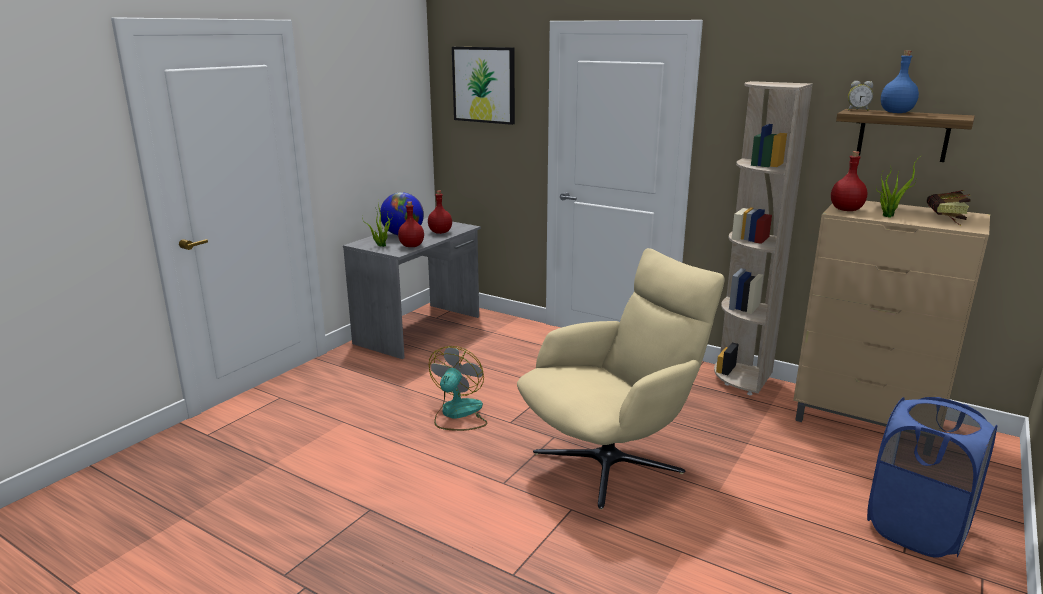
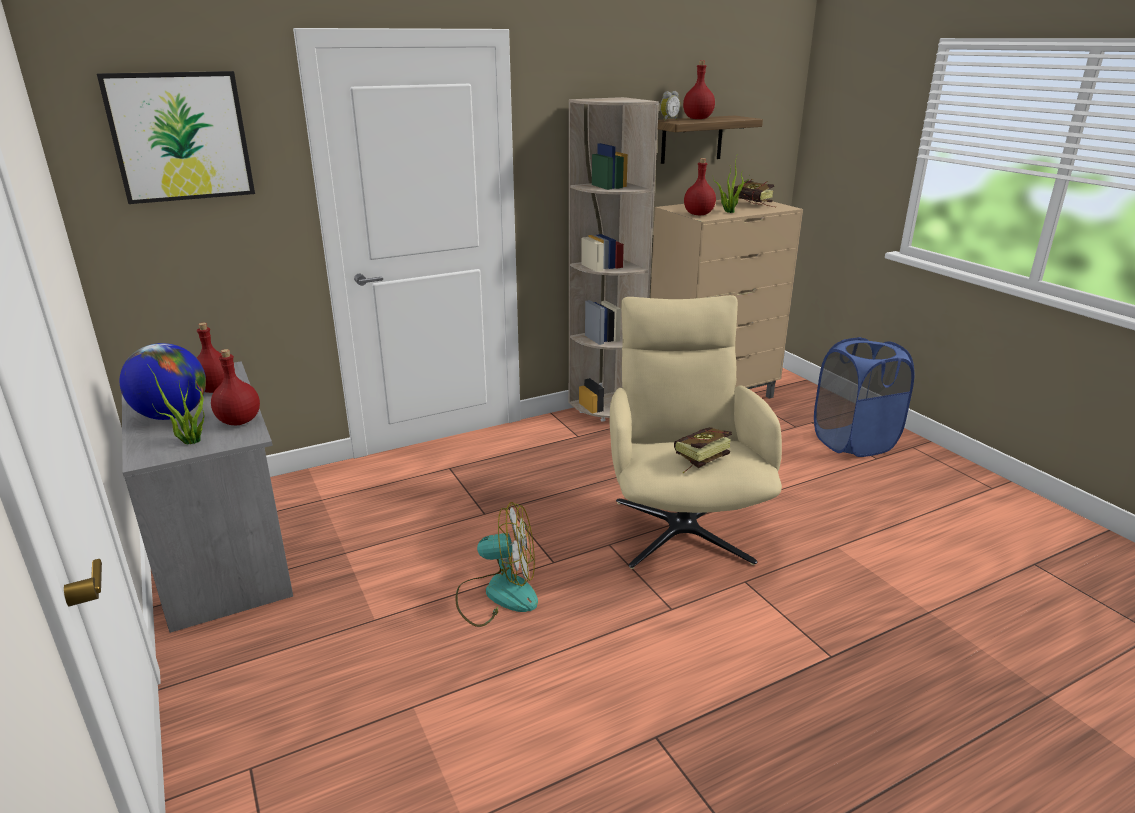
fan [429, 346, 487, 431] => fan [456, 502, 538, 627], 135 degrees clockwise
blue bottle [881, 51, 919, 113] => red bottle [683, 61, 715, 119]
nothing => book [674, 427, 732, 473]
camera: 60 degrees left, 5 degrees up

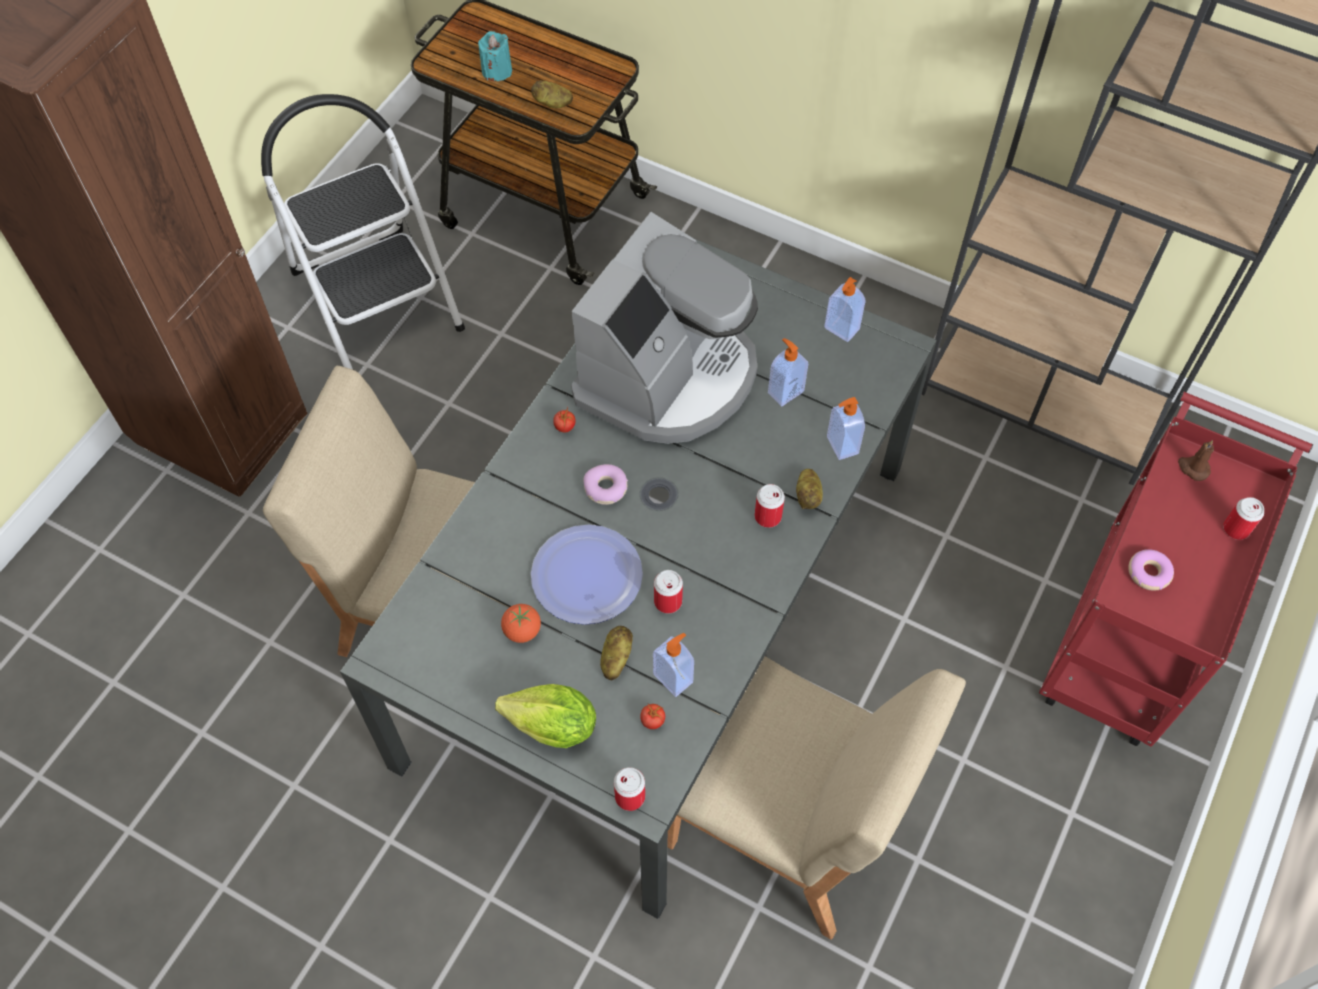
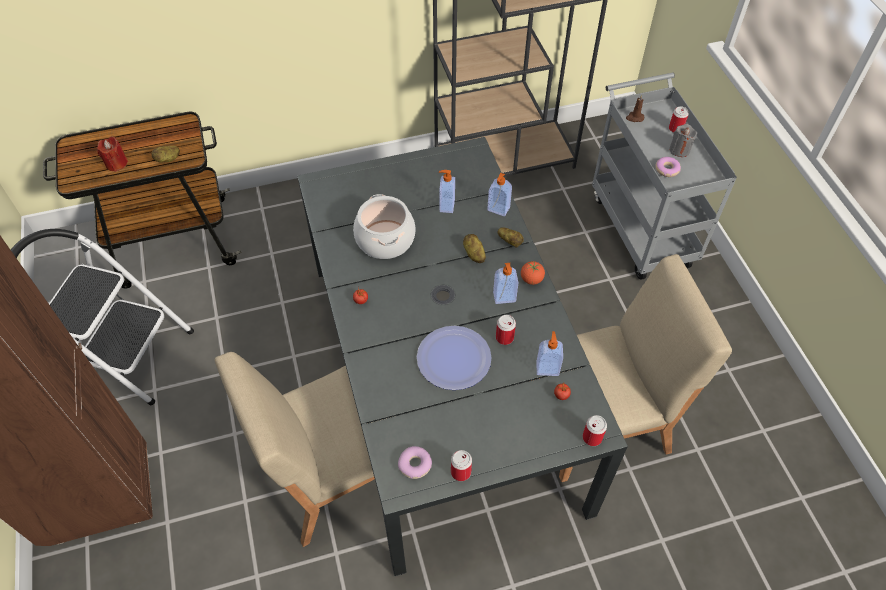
turquoise candle [478, 31, 512, 81] => red candle [97, 136, 128, 172]
lettuce [495, 684, 596, 748] => nothing
tomato [501, 604, 541, 643] => tomato [521, 261, 545, 285], moved
coffee machine [571, 212, 758, 444] => cooking pot [353, 194, 415, 259]
donut [584, 464, 628, 505] => donut [398, 446, 432, 479], moved
potato [600, 626, 633, 680] => potato [463, 234, 486, 263], moved
can [754, 484, 785, 528] => can [451, 450, 472, 481], moved
soap dispenser [824, 277, 866, 342] => soap dispenser [493, 263, 518, 304], moved
red cart [1039, 391, 1313, 747] => grey cart [592, 72, 737, 280]
nothing => grey candle [669, 124, 697, 157]
camera: 45 degrees left, 5 degrees down

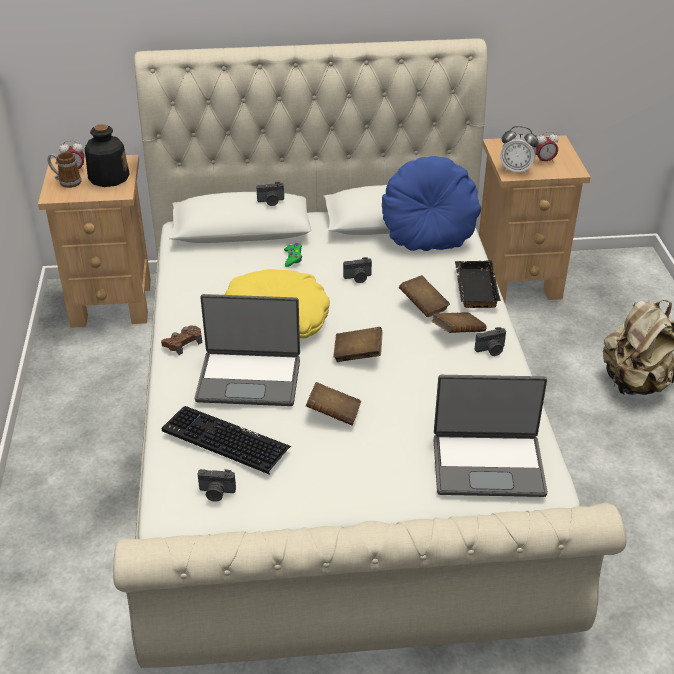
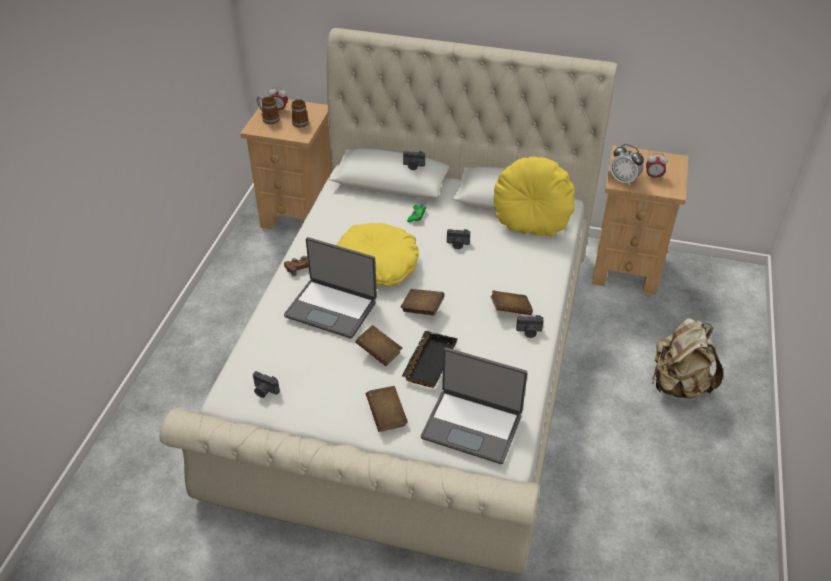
bottle [85, 124, 130, 187] => mug [292, 96, 309, 127]
keyboard [162, 406, 292, 475] => nothing
blue pillow [382, 156, 481, 251] => yellow pillow [494, 157, 575, 236]
brown book [399, 275, 450, 317] => brown book [366, 386, 408, 432], moved
black tray [455, 260, 501, 308] => black tray [402, 331, 458, 388], moved
camera: 20 degrees right, 5 degrees up

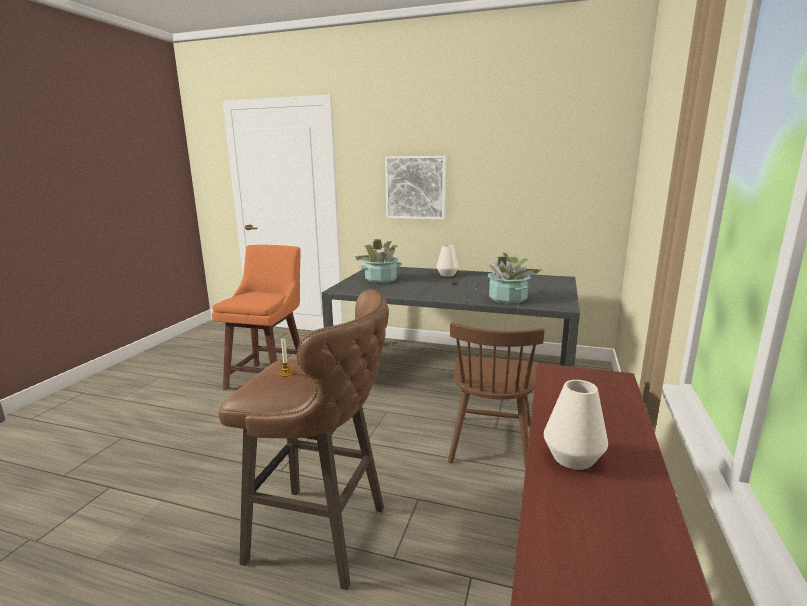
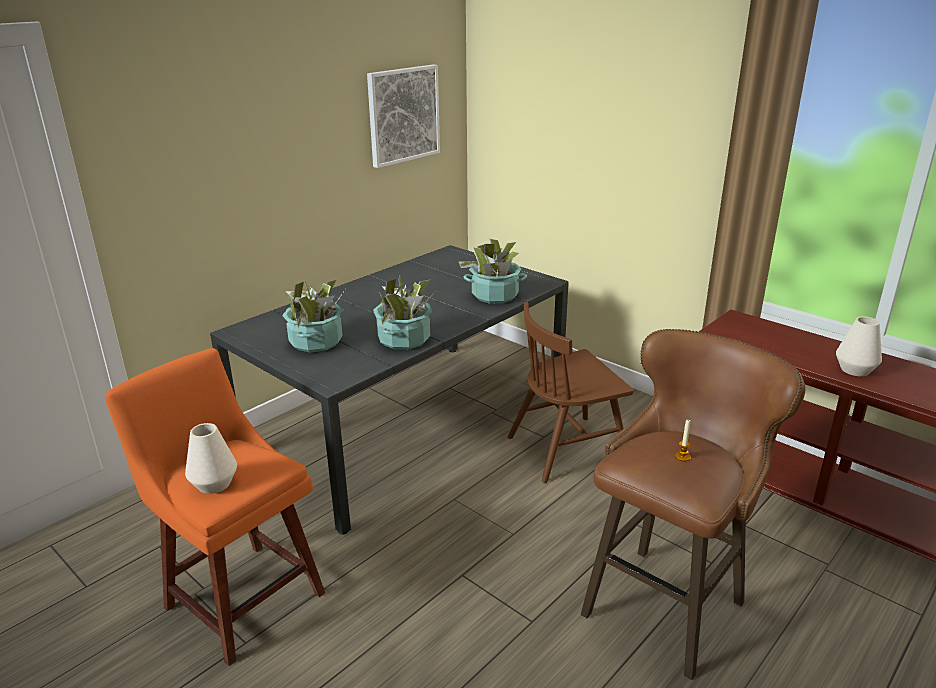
picture [385, 156, 446, 220] => picture [367, 64, 440, 168], moved
white vase [436, 245, 459, 277] => white vase [185, 423, 237, 494], moved
brown chair [448, 322, 544, 468] => brown chair [508, 302, 634, 483], 120 degrees clockwise
nothing => potted plant [373, 276, 436, 350]
camera: 65 degrees left, 10 degrees up

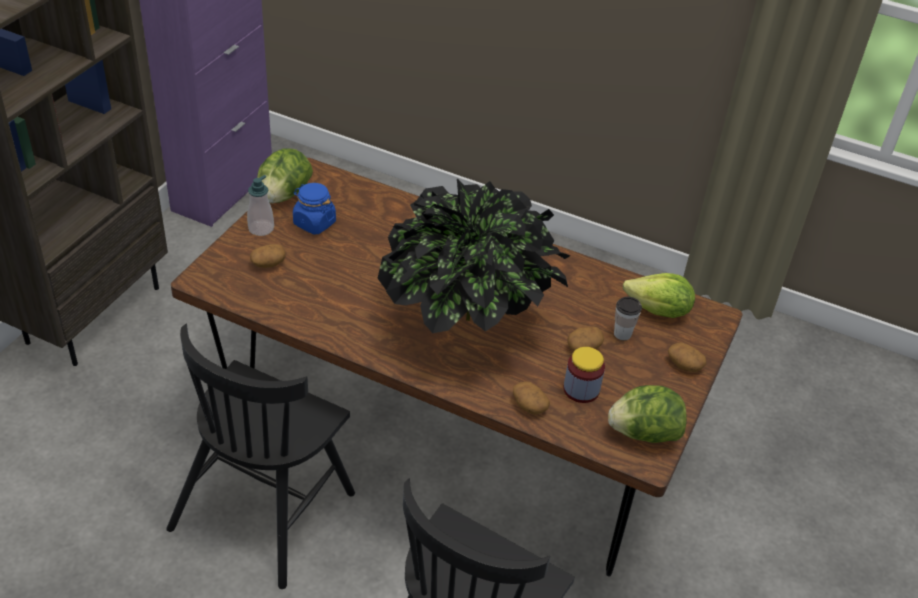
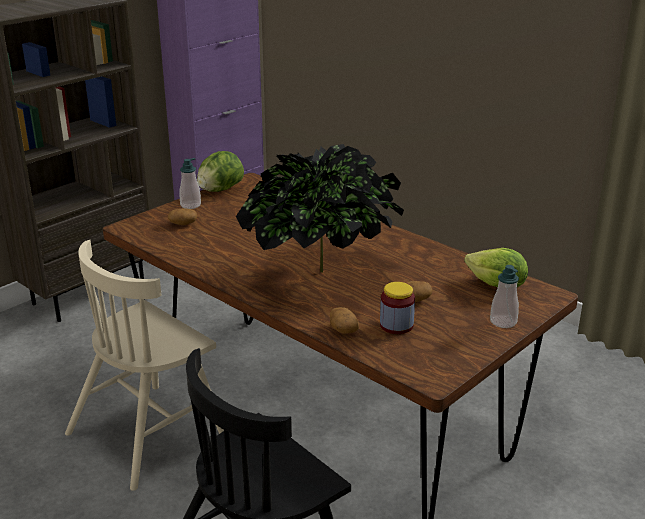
black chair [166, 323, 355, 589] => beige chair [65, 240, 224, 491]
blue jar [293, 183, 336, 234] => nothing
lettuce [608, 385, 687, 443] => nothing
cup [614, 297, 642, 340] => nothing
potato [668, 343, 706, 372] => soap dispenser [490, 265, 519, 328]
camera: 20 degrees right, 15 degrees down

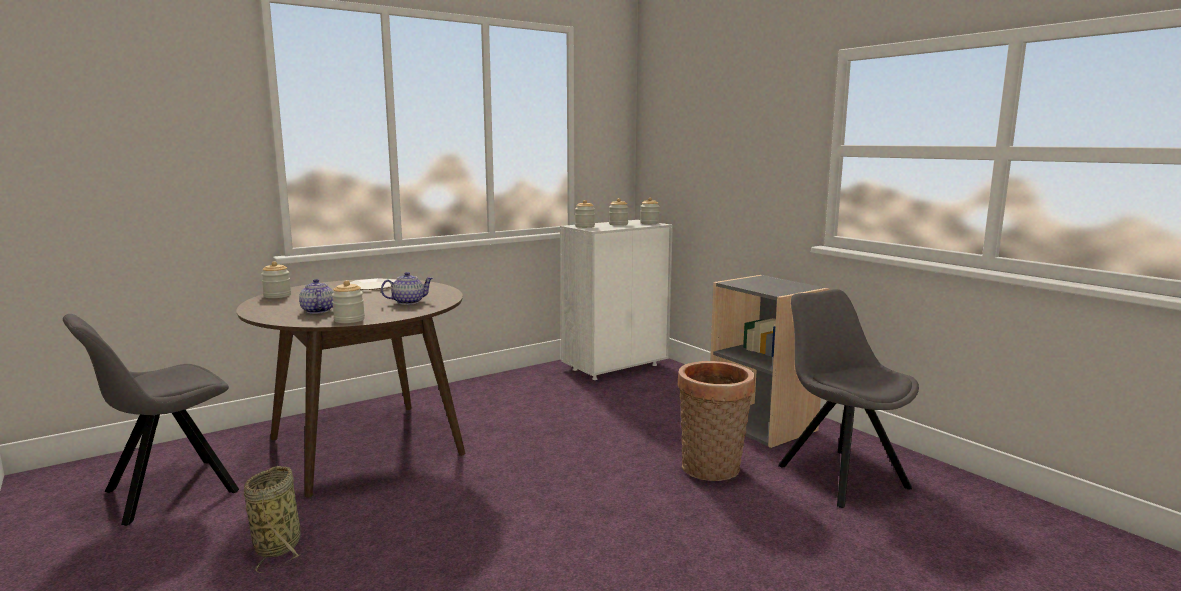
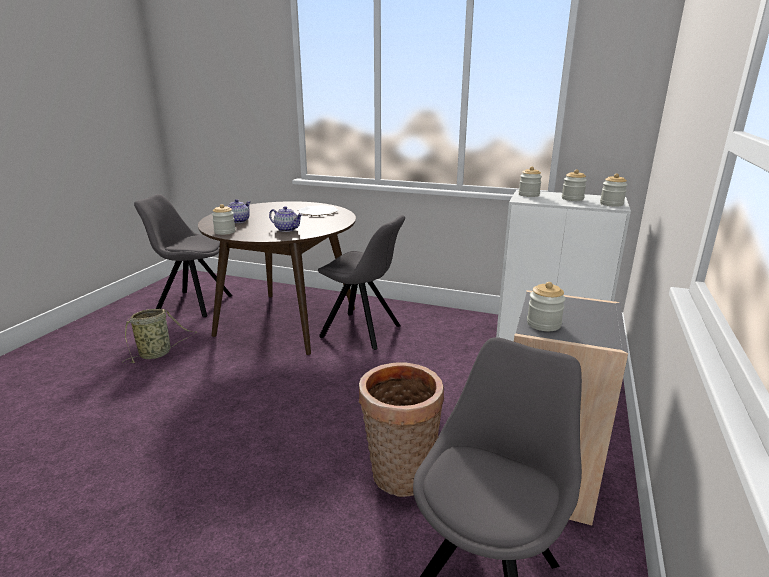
jar [261, 261, 291, 298] => jar [527, 282, 566, 331], moved
nothing => grey chair [318, 215, 405, 350]
camera: 55 degrees right, 10 degrees up

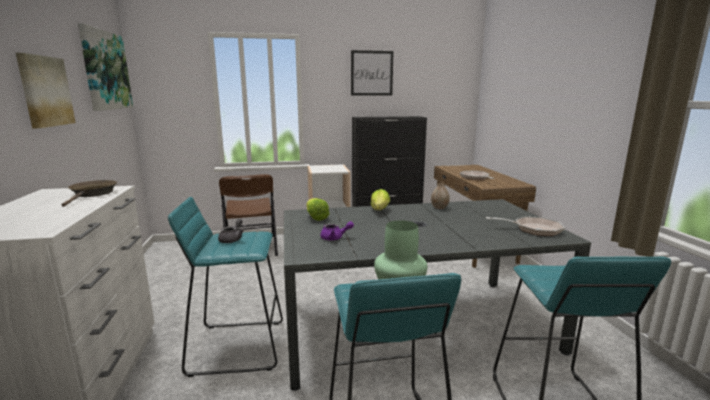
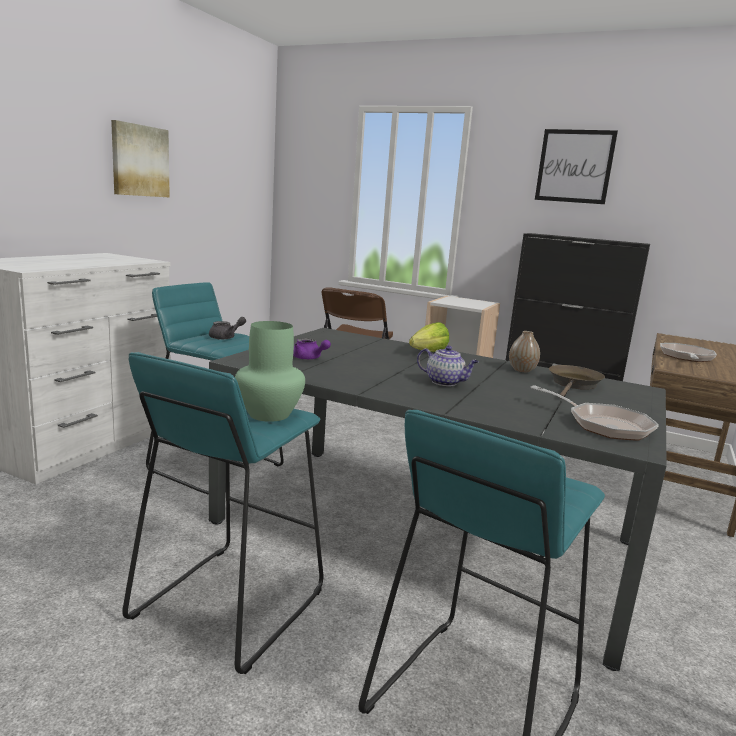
brown frying pan [61, 180, 117, 207] => brown frying pan [549, 365, 605, 399], moved
picture [78, 23, 133, 111] => nothing
lettuce [306, 198, 330, 221] => nothing
nothing => teapot [417, 346, 479, 386]
camera: 35 degrees right, 0 degrees up

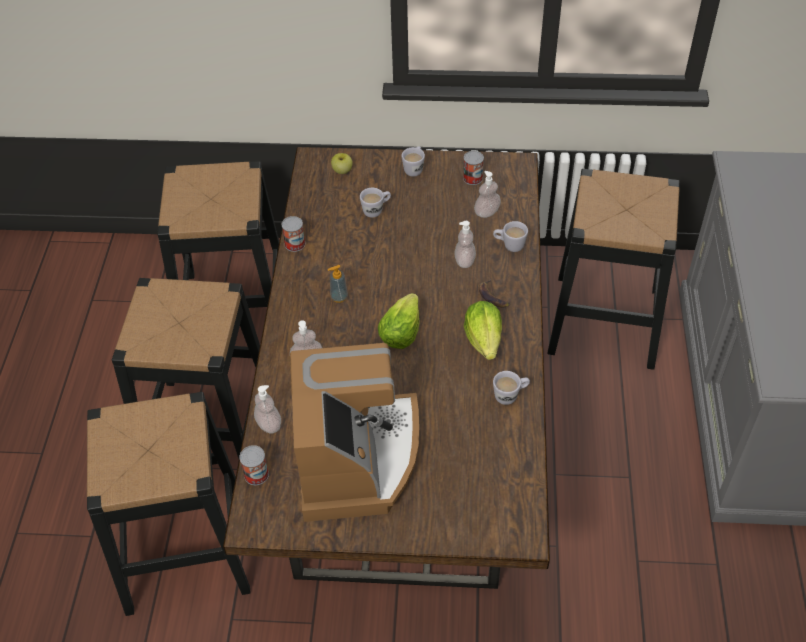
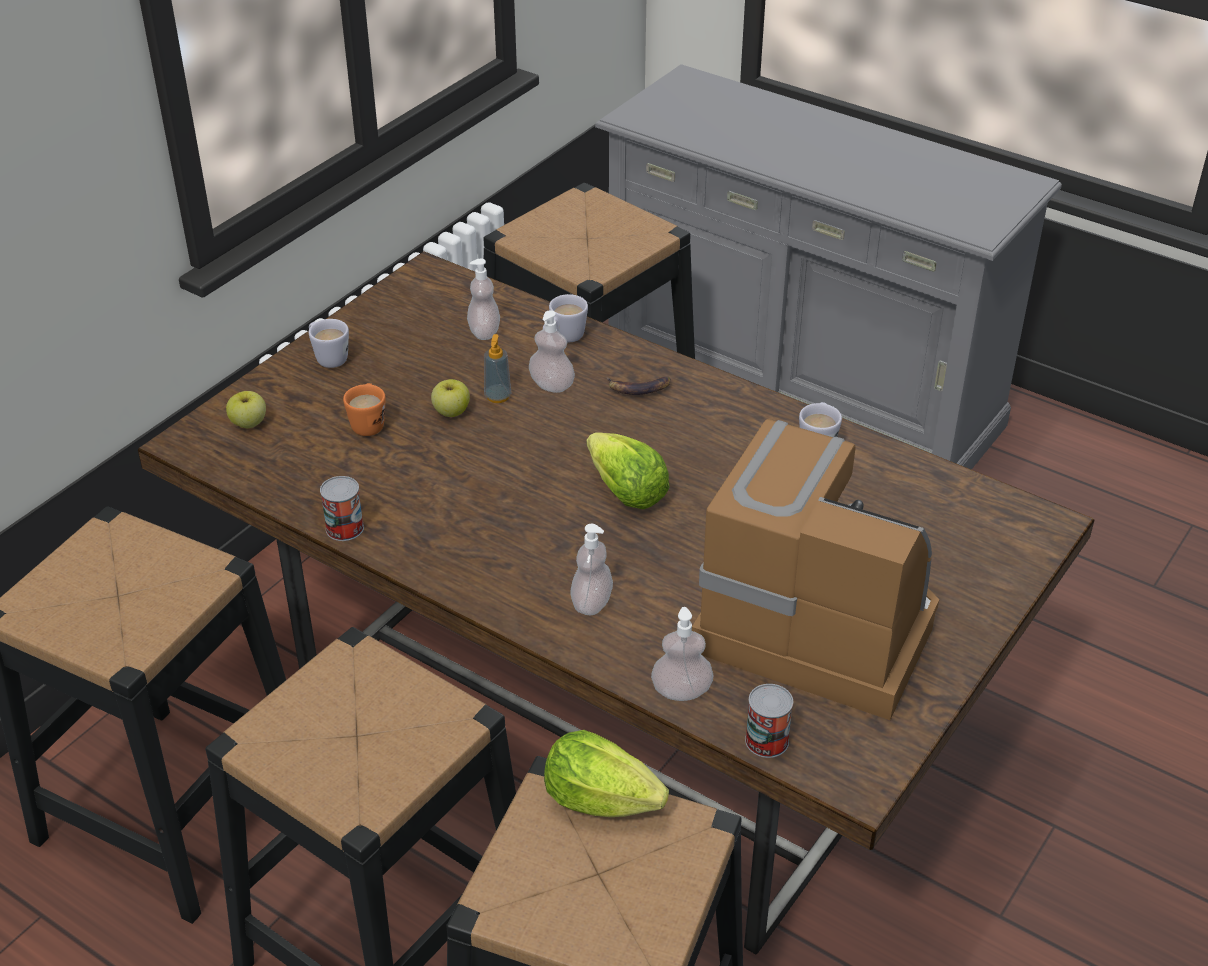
soap dispenser [328, 265, 348, 303] => soap dispenser [484, 334, 511, 403], moved
white mug [360, 188, 391, 218] => orange mug [343, 383, 386, 436]
can [463, 151, 484, 185] => nothing
lettuce [464, 301, 502, 360] => lettuce [544, 730, 669, 817], moved
nothing => apple [431, 379, 470, 417]
camera: 60 degrees left, 10 degrees down

